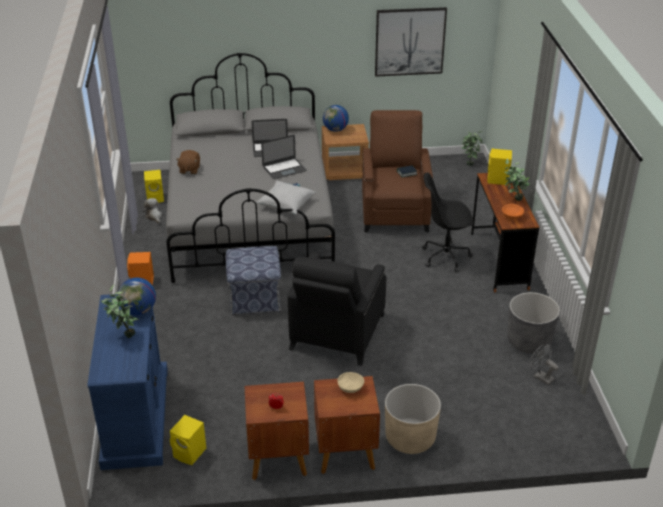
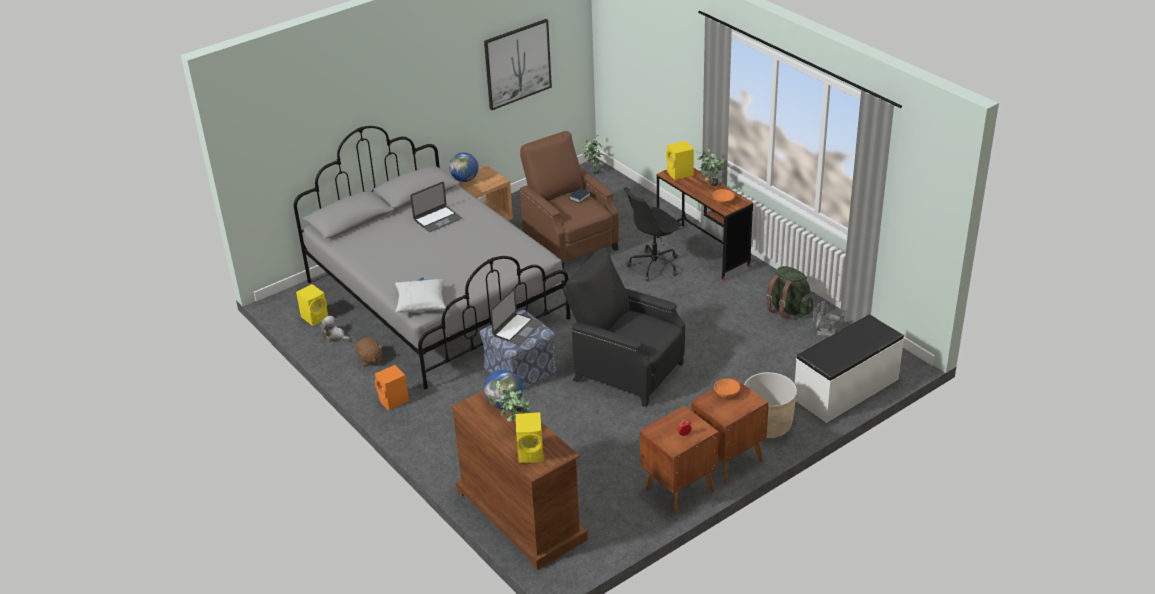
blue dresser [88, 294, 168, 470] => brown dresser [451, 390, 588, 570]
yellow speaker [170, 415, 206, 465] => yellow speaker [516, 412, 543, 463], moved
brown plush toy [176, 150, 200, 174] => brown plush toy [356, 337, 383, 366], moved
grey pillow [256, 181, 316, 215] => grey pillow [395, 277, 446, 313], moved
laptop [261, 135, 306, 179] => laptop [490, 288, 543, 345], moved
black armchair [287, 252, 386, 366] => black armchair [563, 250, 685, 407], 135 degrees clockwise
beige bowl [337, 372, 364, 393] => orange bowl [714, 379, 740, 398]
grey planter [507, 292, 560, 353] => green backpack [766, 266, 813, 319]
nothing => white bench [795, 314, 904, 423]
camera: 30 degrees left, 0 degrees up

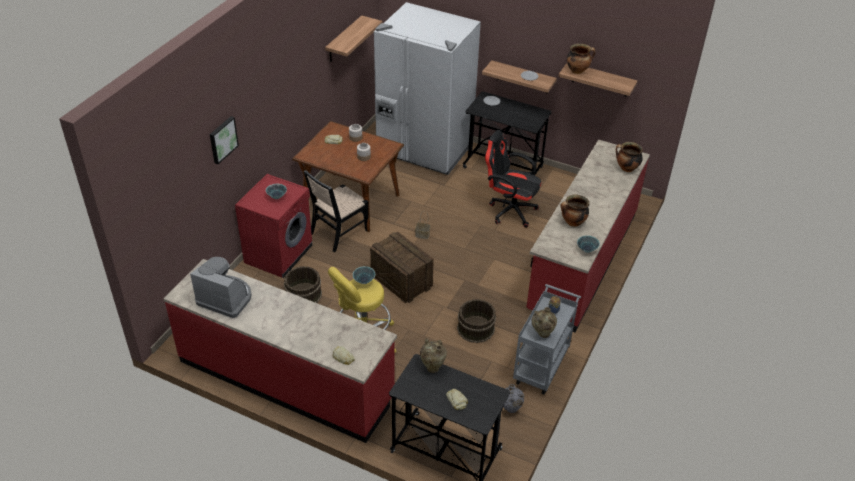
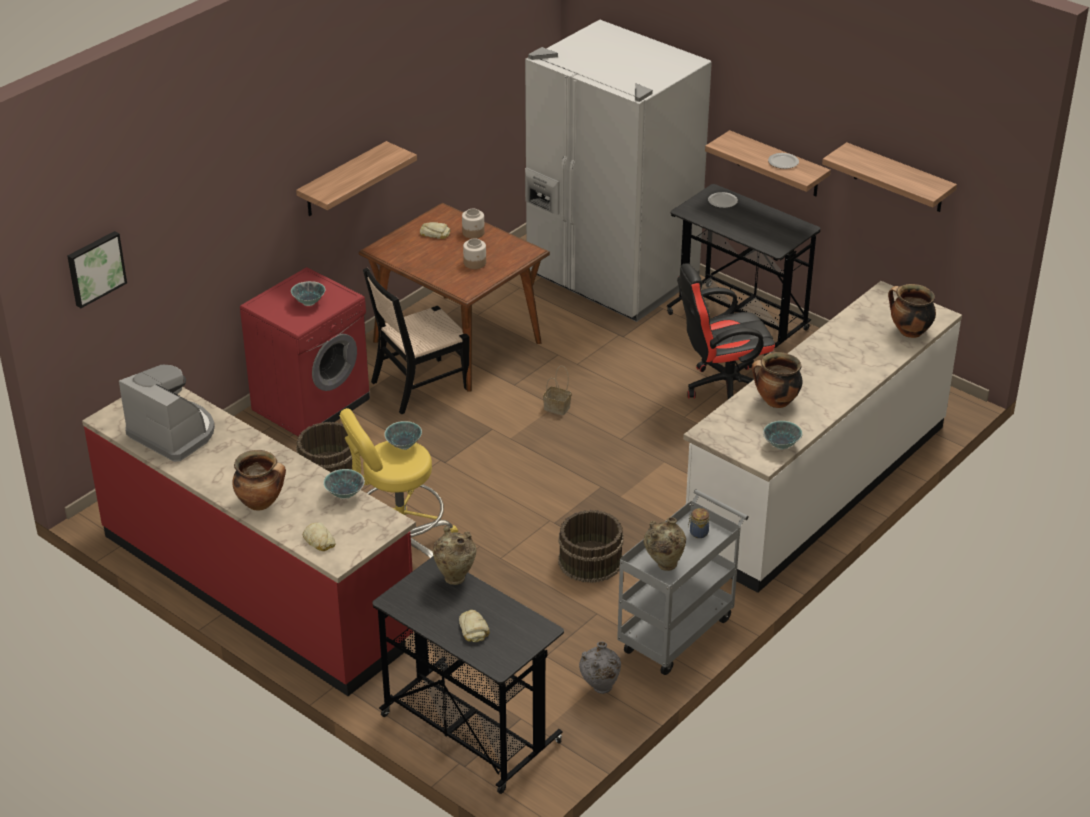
picture [210, 116, 239, 164] => picture [67, 231, 127, 308], moved
shelf [325, 15, 382, 62] => shelf [296, 141, 417, 216], moved
crate [370, 232, 434, 303] => nothing
black office chair [485, 130, 541, 228] => black office chair [677, 263, 775, 399], 60 degrees counterclockwise
red counter [526, 140, 650, 333] => white counter [683, 281, 962, 593]
cooking pot [567, 43, 595, 74] => cooking pot [232, 450, 286, 511], moved
nothing => bowl [323, 469, 365, 499]
camera: 15 degrees right, 5 degrees down

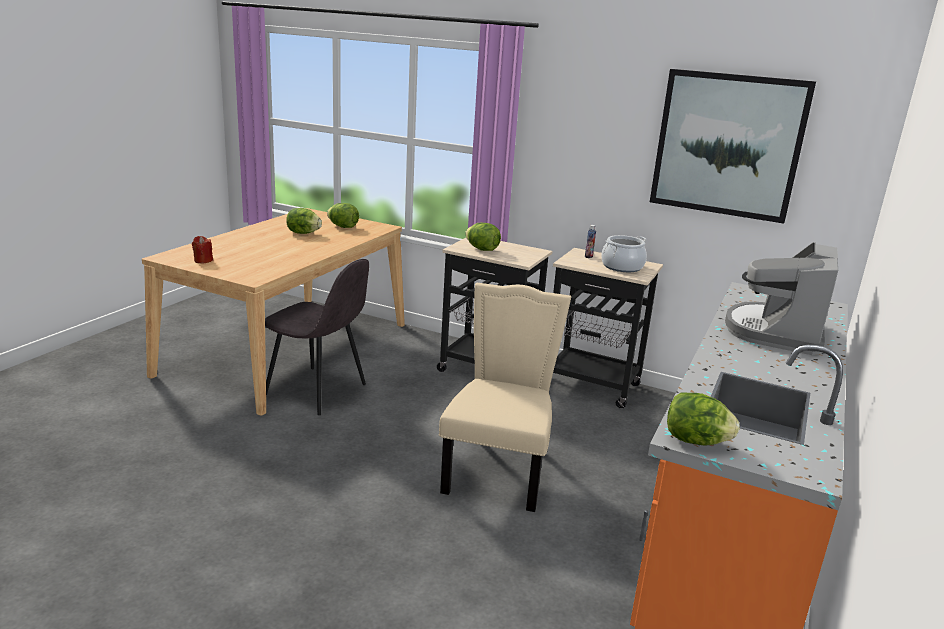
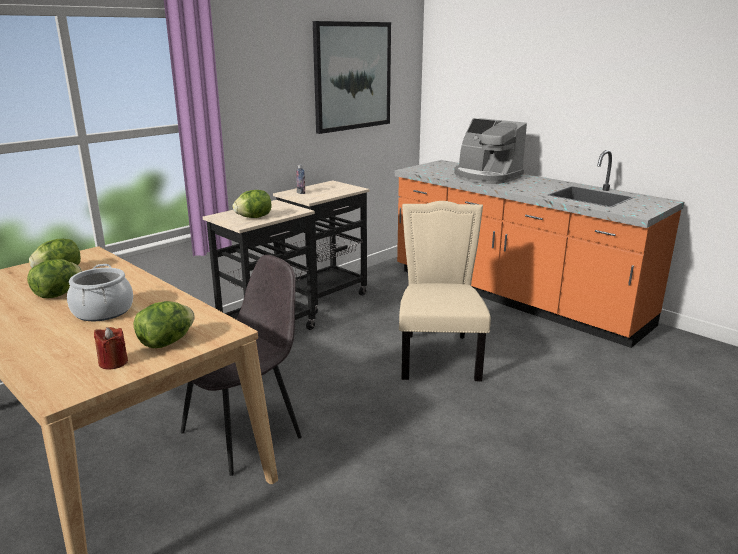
beige chair [439, 283, 571, 512] => beige chair [399, 201, 491, 381], 60 degrees clockwise
cooking pot [601, 235, 647, 272] => cooking pot [67, 264, 133, 321], moved
lettuce [667, 392, 740, 446] => lettuce [133, 301, 195, 348], moved
camera: 70 degrees left, 0 degrees up

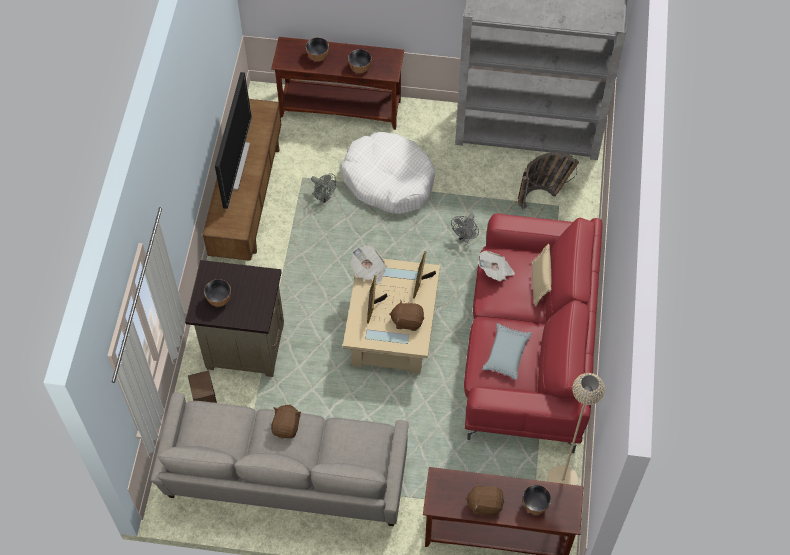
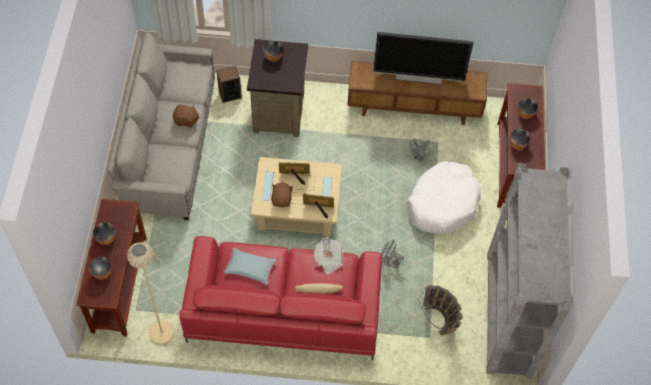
newspaper [350, 245, 387, 284] => nothing
brown plush toy [465, 483, 504, 516] => bowl [93, 222, 115, 245]
camera: 85 degrees right, 0 degrees up

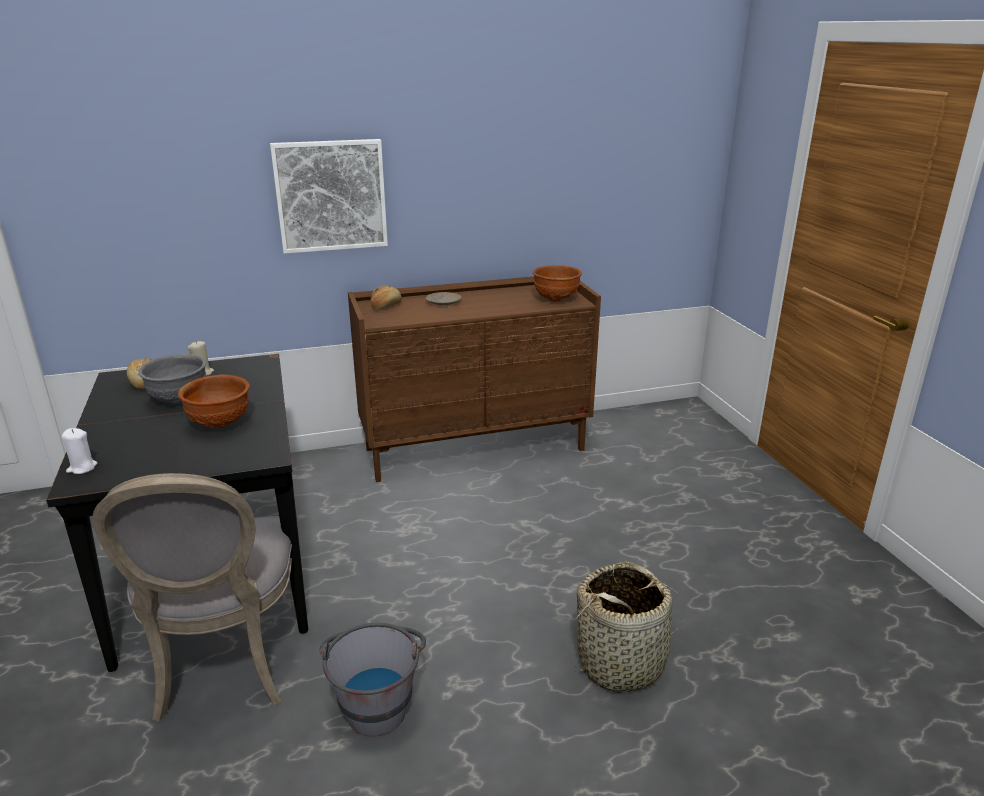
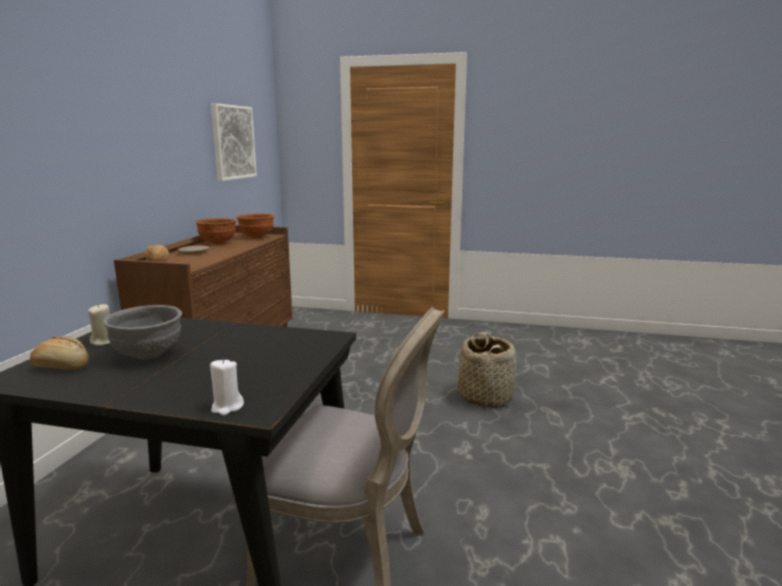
brown bowl [178, 375, 249, 428] => brown bowl [196, 218, 237, 245], moved
picture [270, 139, 388, 254] => picture [211, 103, 257, 181], moved
grey bucket [319, 623, 426, 737] => nothing
camera: 60 degrees left, 10 degrees down

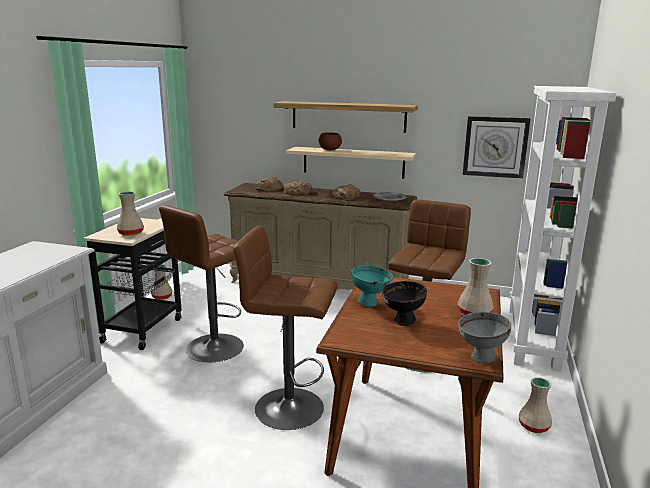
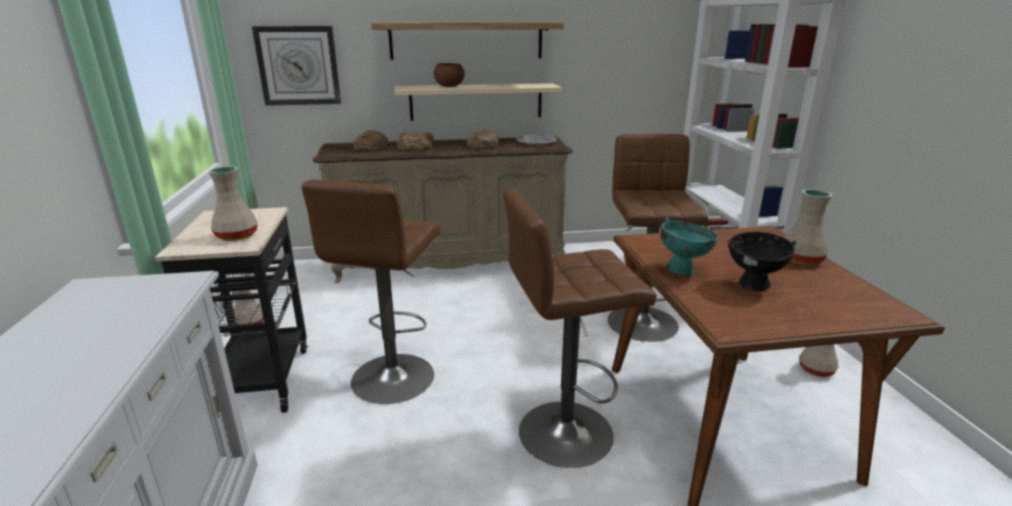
grey bowl [458, 312, 511, 364] => nothing
wall clock [463, 116, 531, 179] => wall clock [252, 26, 341, 106], moved
camera: 25 degrees left, 5 degrees up

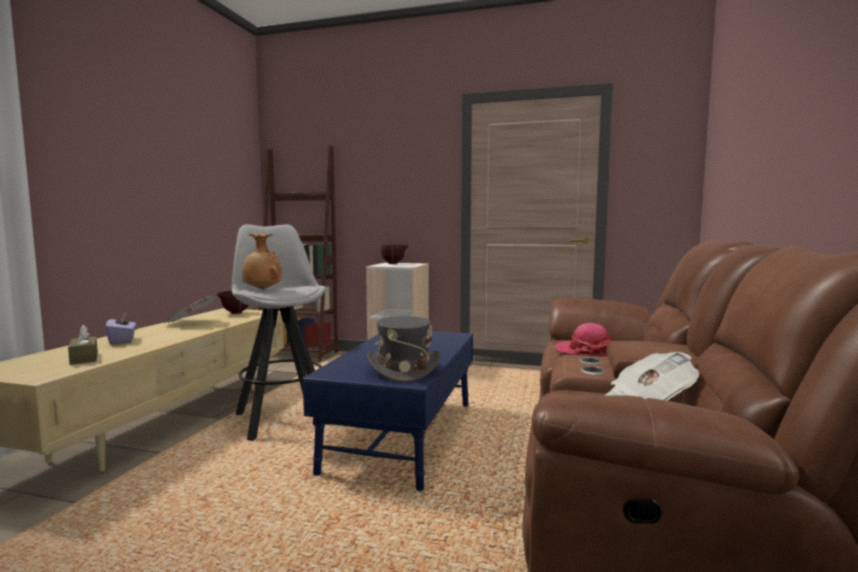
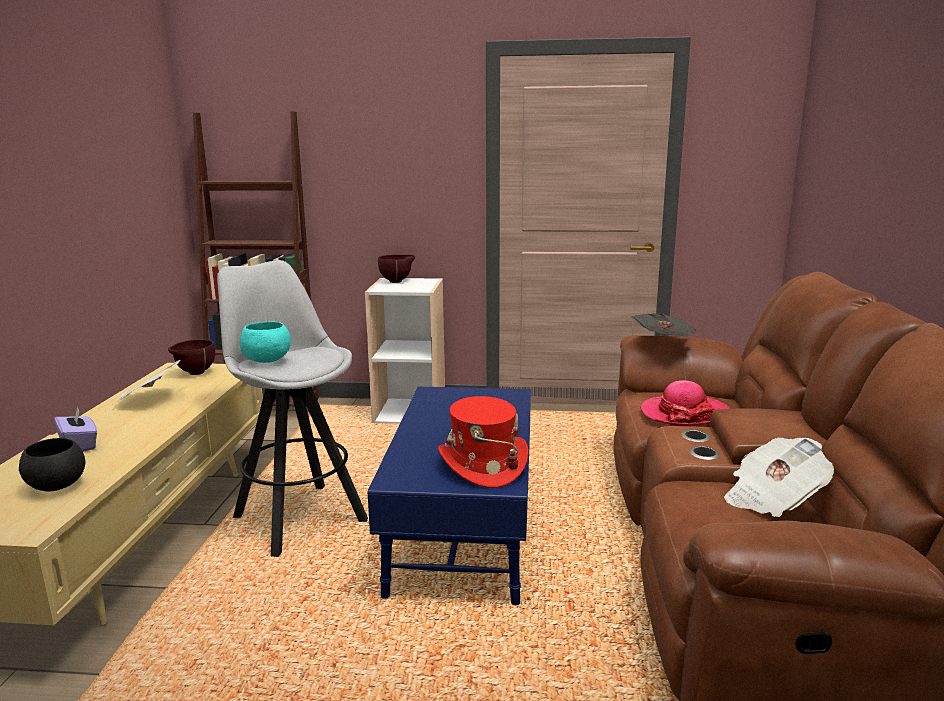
brown tissue box [68, 325, 98, 365] => black bowl [19, 438, 85, 492]
brown vase [242, 234, 282, 289] => turquoise bowl [240, 321, 291, 363]
grey hat [367, 316, 440, 382] => red hat [438, 396, 529, 488]
nothing => newspaper [631, 314, 696, 336]
camera: 10 degrees left, 10 degrees up

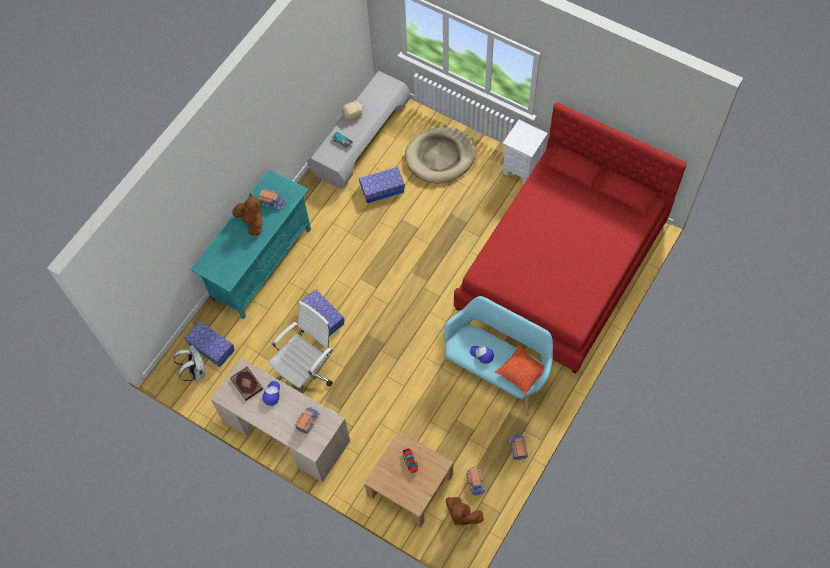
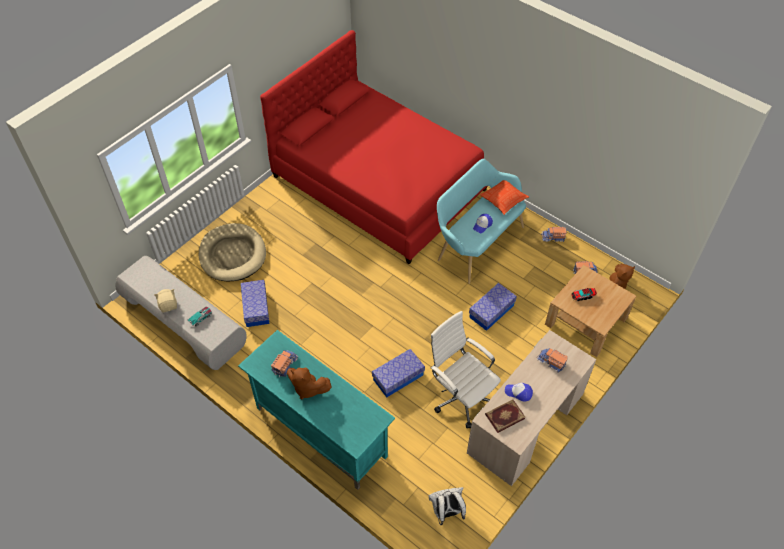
storage box [185, 321, 235, 367] => storage box [469, 283, 517, 331], moved
brown plush toy [232, 194, 262, 236] => brown plush toy [287, 367, 332, 400], 120 degrees counterclockwise
white nightstand [503, 120, 548, 184] => nothing
camera: 85 degrees left, 10 degrees down

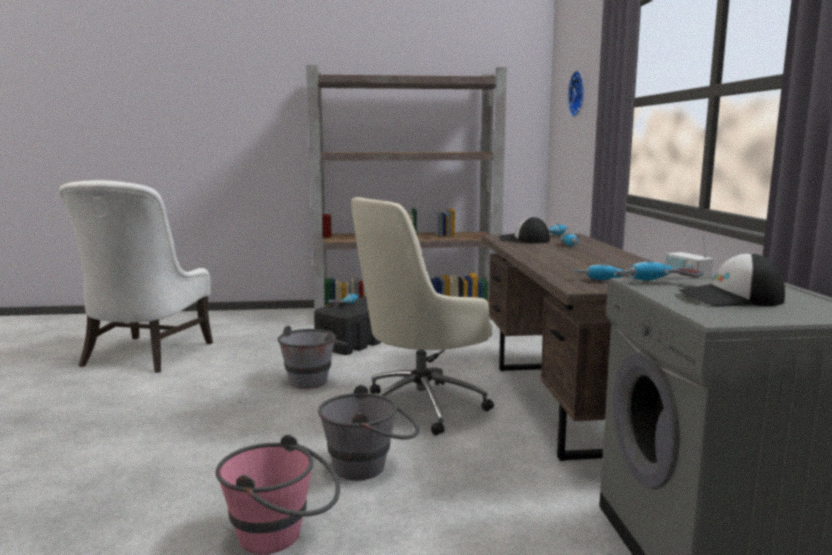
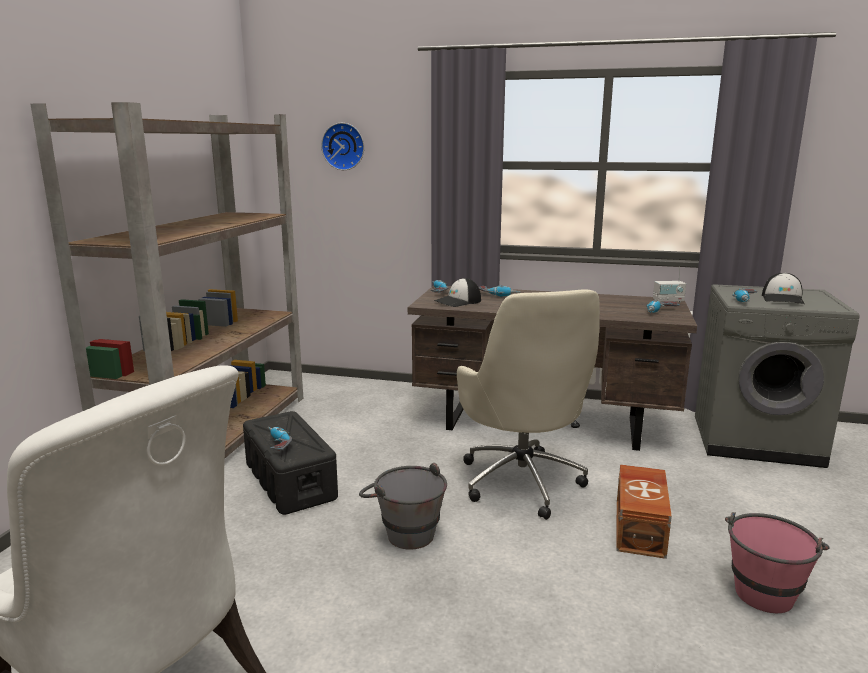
grey bucket [318, 385, 419, 480] => brown storage box [616, 465, 672, 559]
camera: 70 degrees left, 5 degrees up

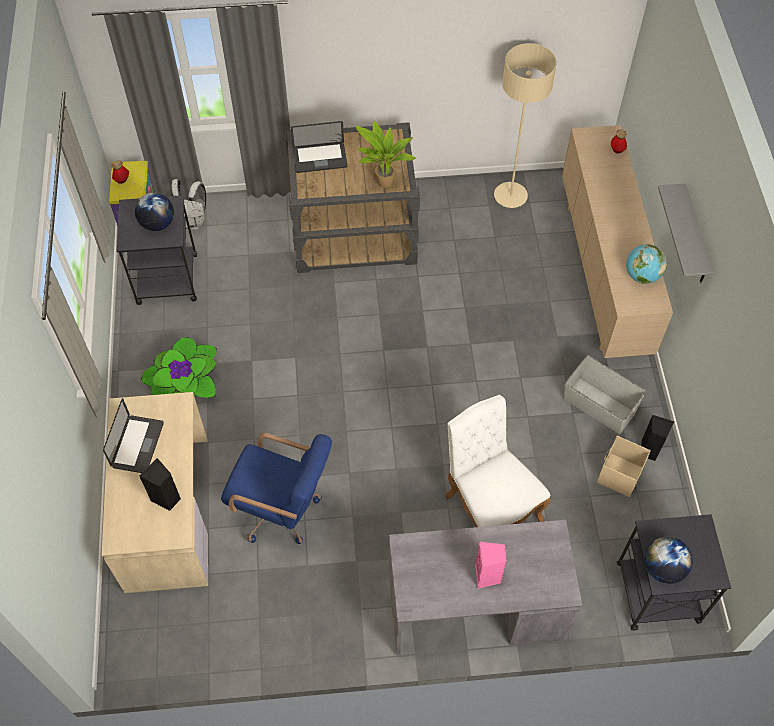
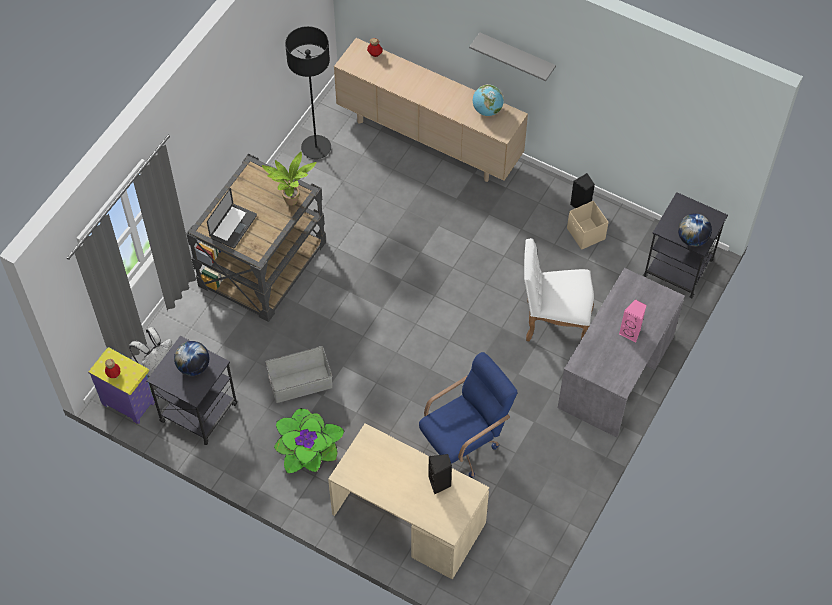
laptop [103, 398, 164, 473] => nothing
beige floor lamp [494, 43, 557, 208] => black floor lamp [285, 26, 331, 159]
grey storage box [563, 355, 646, 435] => grey storage box [265, 346, 332, 403], moved
camera: 55 degrees left, 0 degrees up

